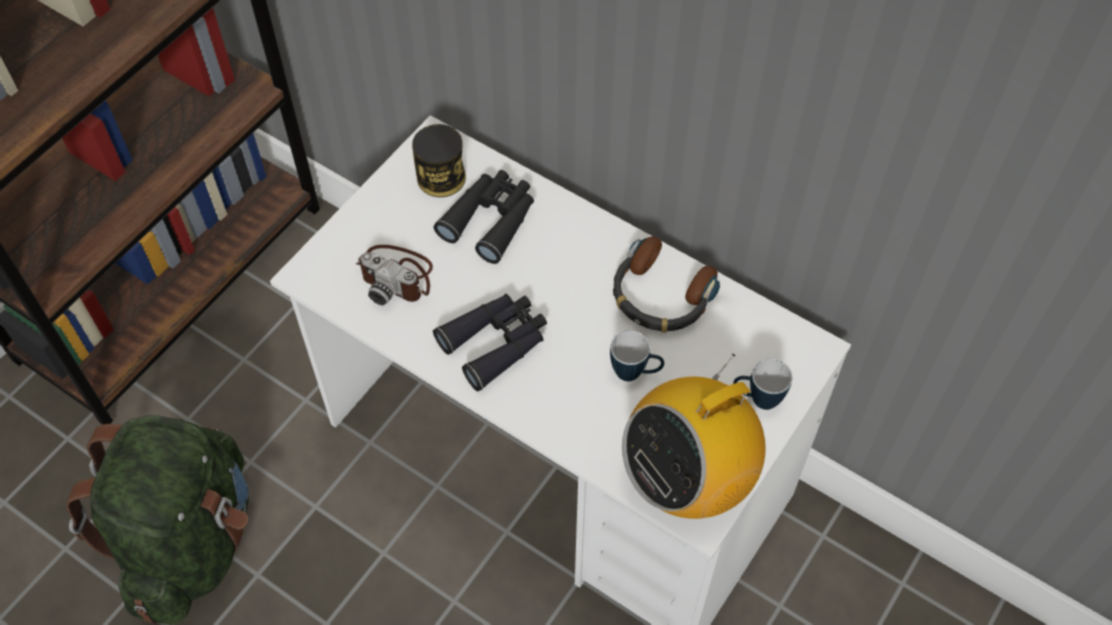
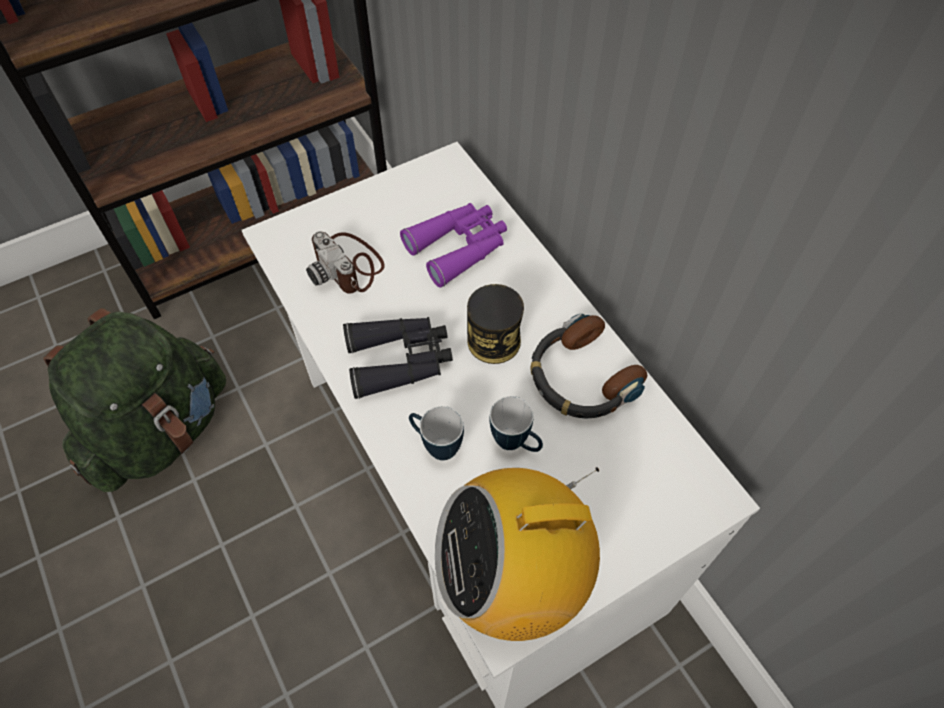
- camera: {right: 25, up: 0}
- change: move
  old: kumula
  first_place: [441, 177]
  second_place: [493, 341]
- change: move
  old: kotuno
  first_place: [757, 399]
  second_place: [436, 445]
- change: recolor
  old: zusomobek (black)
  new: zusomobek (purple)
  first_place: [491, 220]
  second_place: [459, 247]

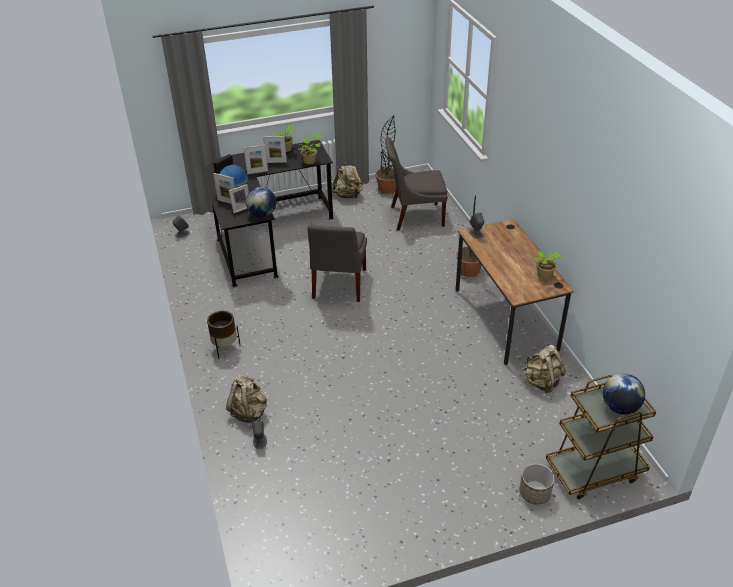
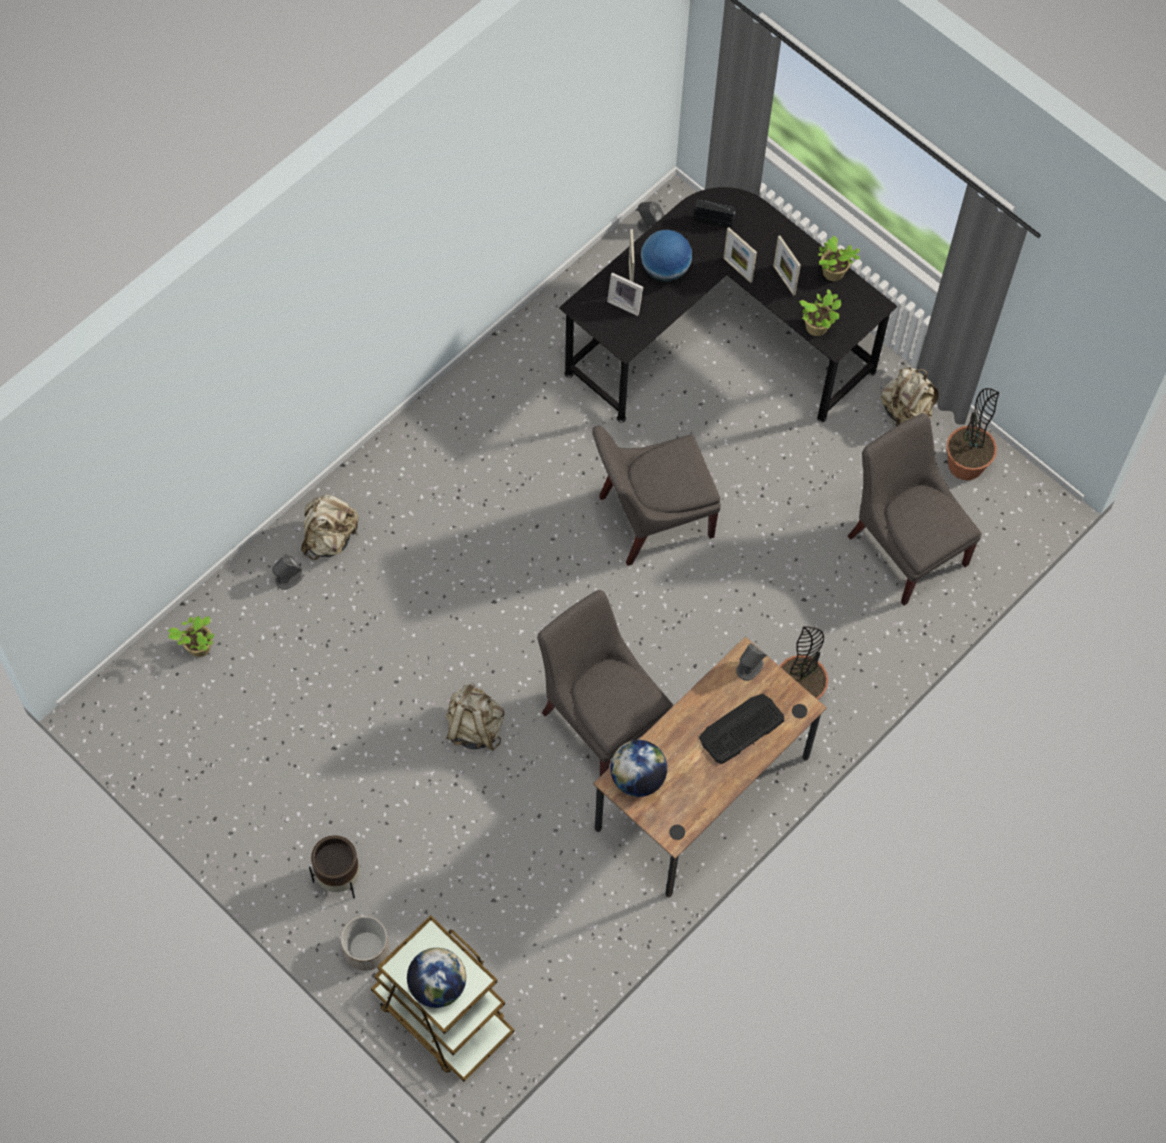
- camera: {right: 60, up: 25}
- change: insert
  new: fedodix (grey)
  second_place: [602, 717]
- change: insert
  new: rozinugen
  second_place: [741, 729]
- change: move
  old: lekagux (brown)
  first_place: [225, 348]
  second_place: [338, 878]
- change: move
  old: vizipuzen
  first_place: [262, 214]
  second_place: [637, 778]
- change: move
  old: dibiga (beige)
  first_place: [541, 382]
  second_place: [474, 727]
- change: move
  old: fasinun
  first_place: [545, 276]
  second_place: [198, 648]

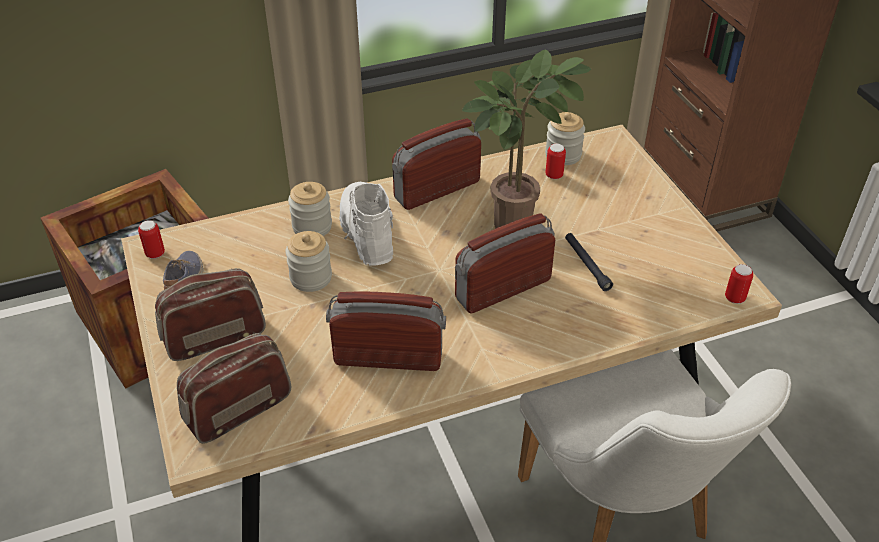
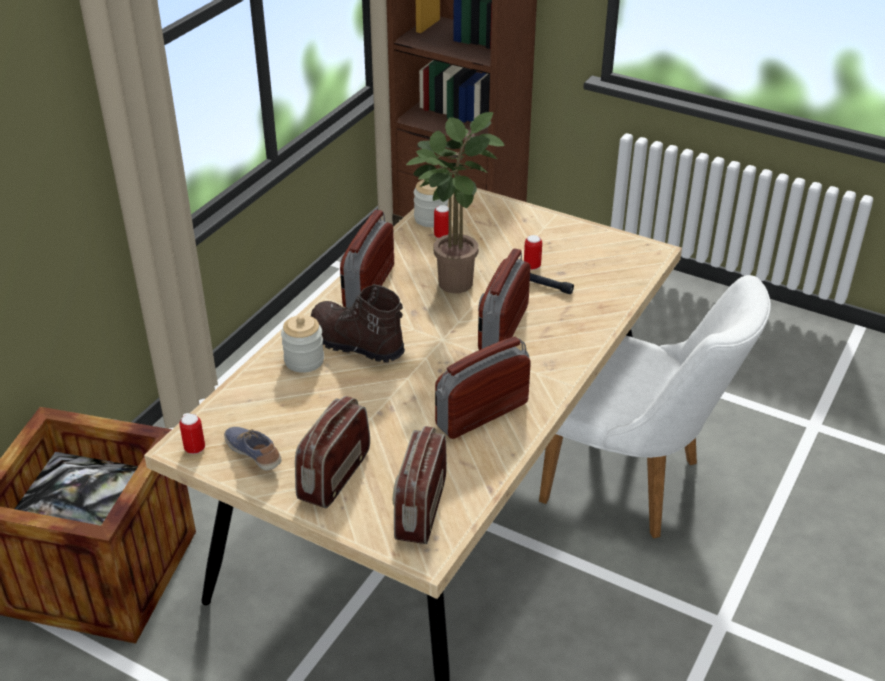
- camera: {right: -40, up: -5}
- change: delete
  old: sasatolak
  first_place: [311, 278]
- change: move
  old: kumula
  first_place: [734, 298]
  second_place: [532, 266]
- change: recolor
  old: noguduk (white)
  new: noguduk (brown)
  first_place: [366, 234]
  second_place: [355, 344]

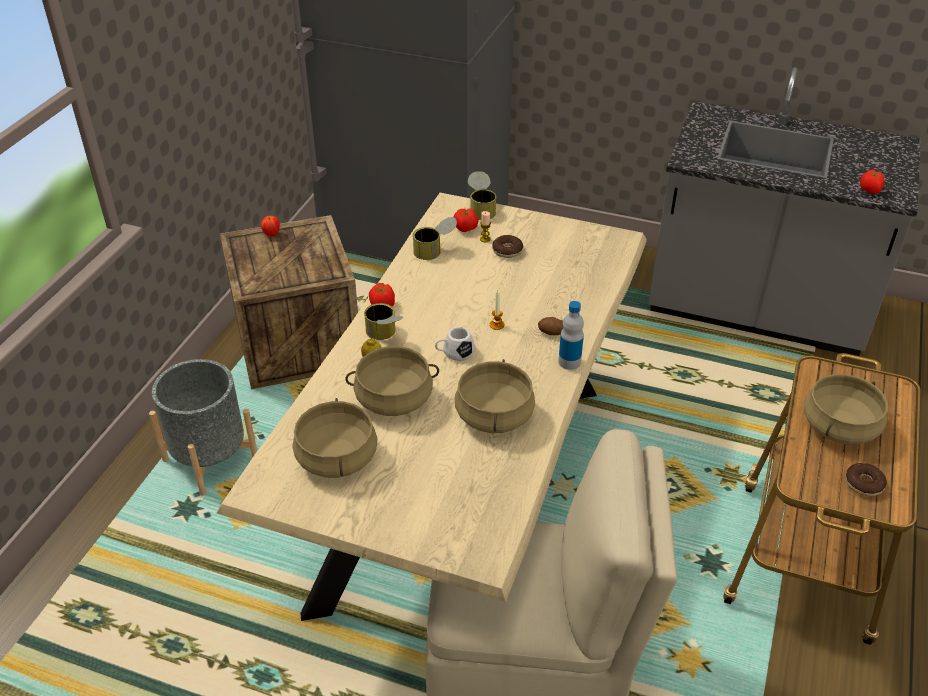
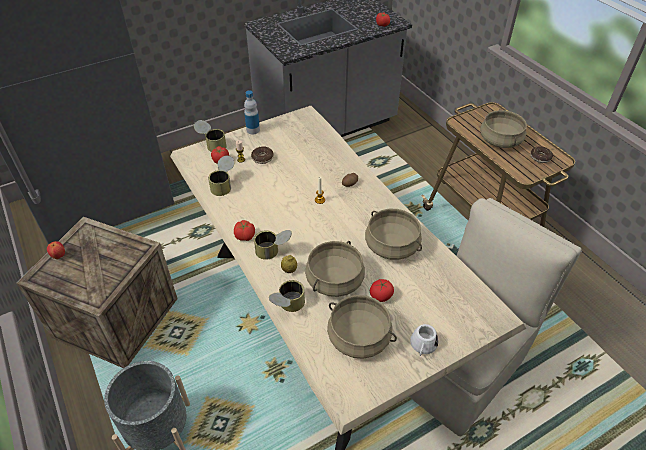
- camera: {right: -50, up: 5}
- change: insert
  new: kumula
  second_place: [287, 307]
- change: insert
  new: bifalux
  second_place: [381, 296]
- change: move
  old: kotuno (white)
  first_place: [454, 352]
  second_place: [422, 346]
- change: move
  old: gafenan
  first_place: [569, 362]
  second_place: [253, 130]

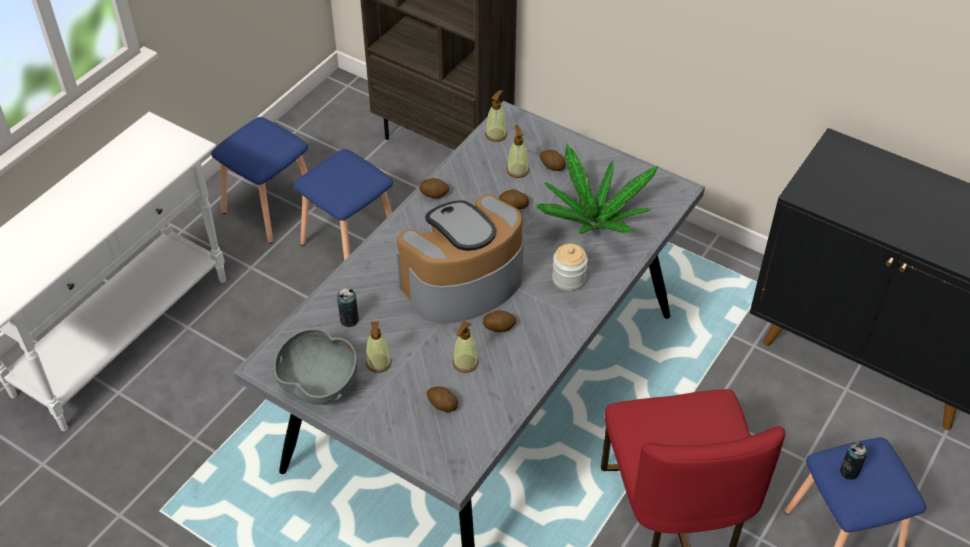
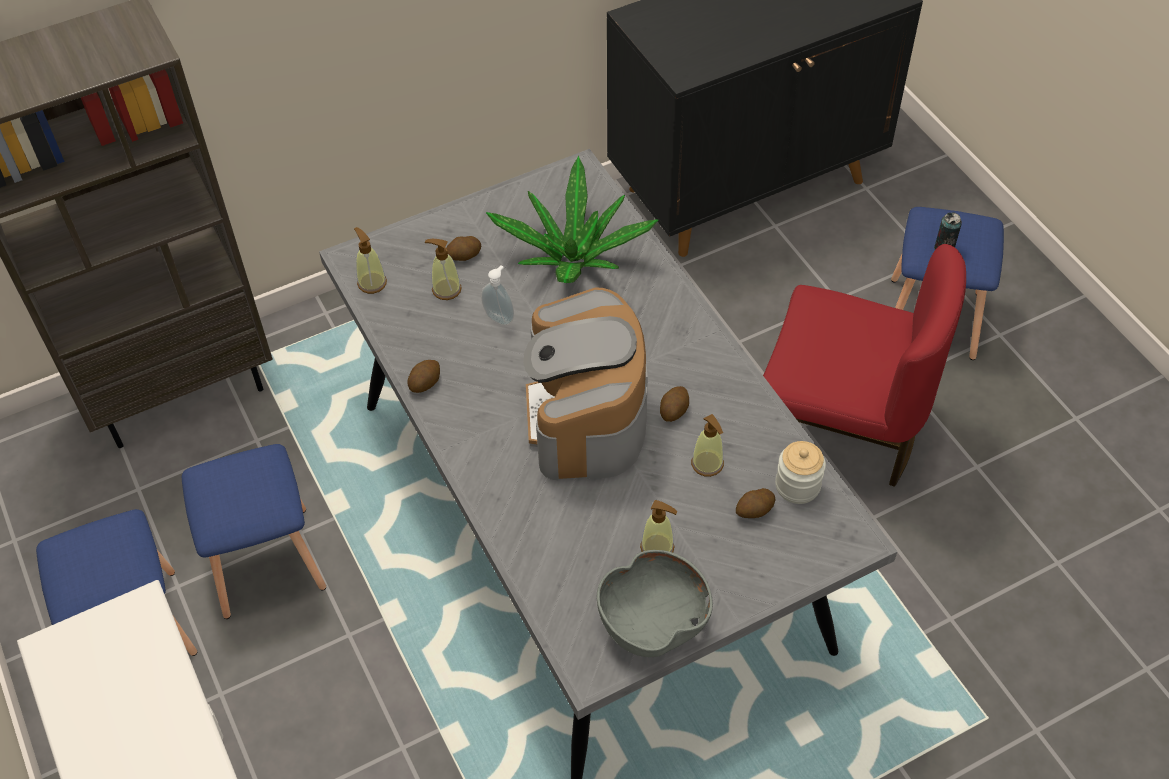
- camera: {right: -60, up: 5}
- change: delete
  old: kumula
  first_place: [349, 320]
- change: move
  old: sasatolak
  first_place: [568, 279]
  second_place: [797, 485]
- change: replace
  old: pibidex
  new: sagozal
  first_place: [513, 206]
  second_place: [500, 317]

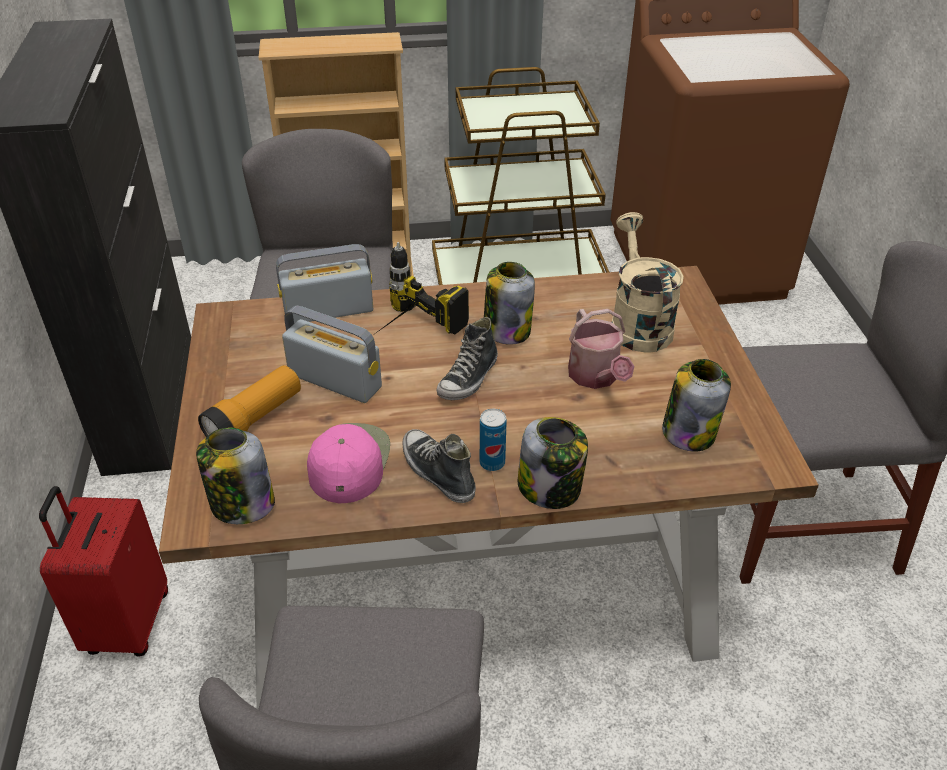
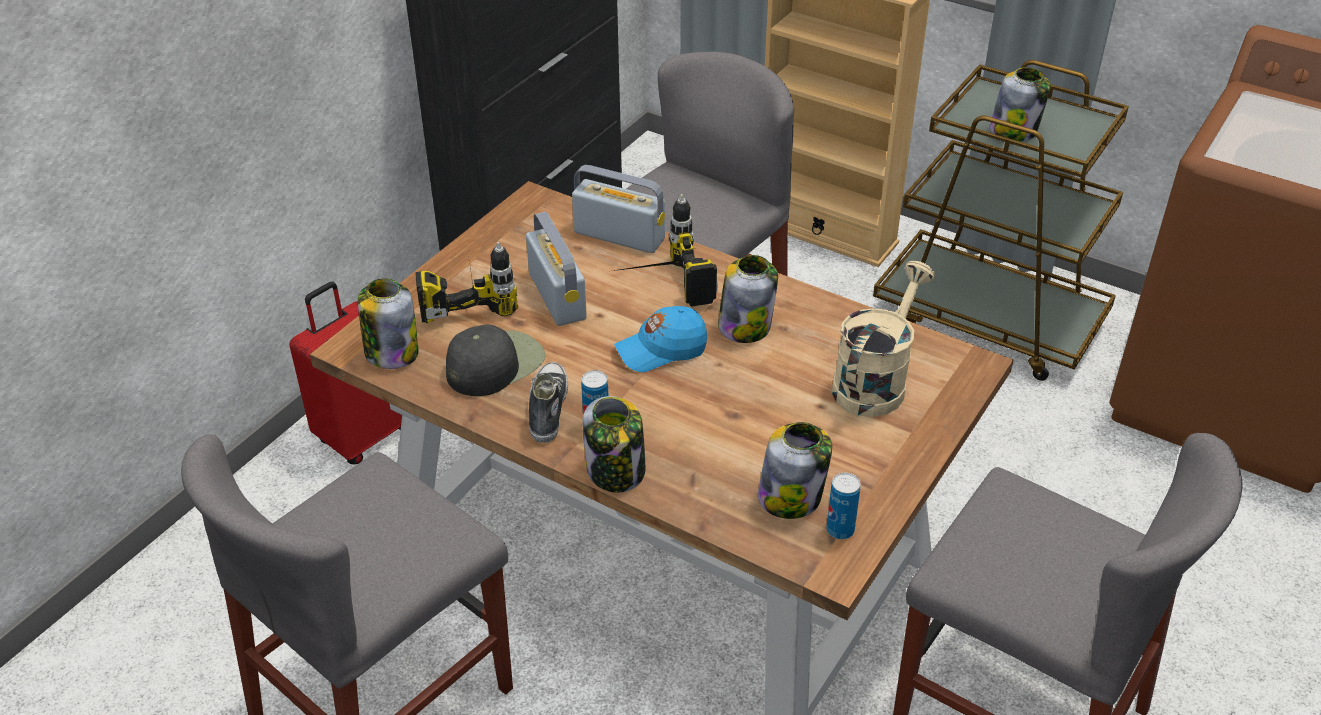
- camera: {right: 40, up: 0}
- change: delete
  old: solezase
  first_place: [596, 377]
- change: insert
  new: kumula
  second_place: [840, 530]
- change: insert
  new: sasatolak
  second_place: [1014, 131]
- change: replace
  old: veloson
  new: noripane
  first_place: [255, 419]
  second_place: [468, 295]
- change: replace
  old: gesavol
  new: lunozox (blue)
  first_place: [468, 379]
  second_place: [661, 350]
- change: recolor
  old: lunozox (pink)
  new: lunozox (black)
  first_place: [348, 462]
  second_place: [495, 364]

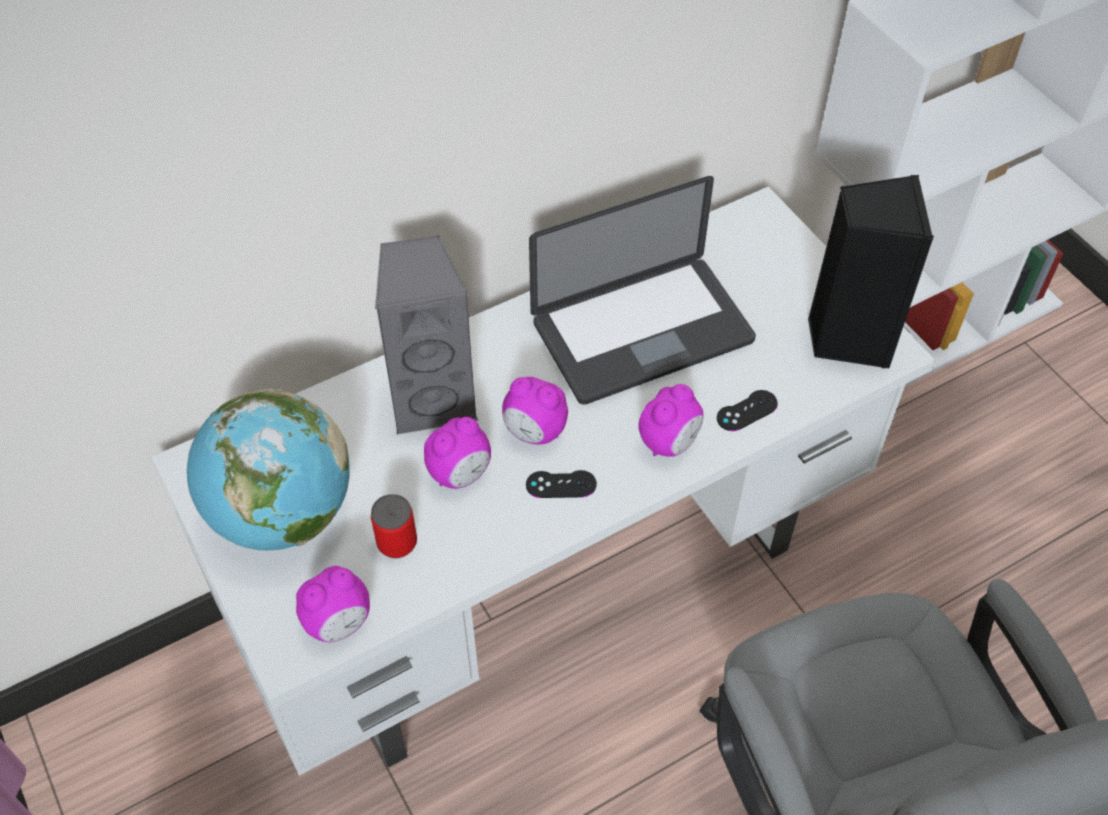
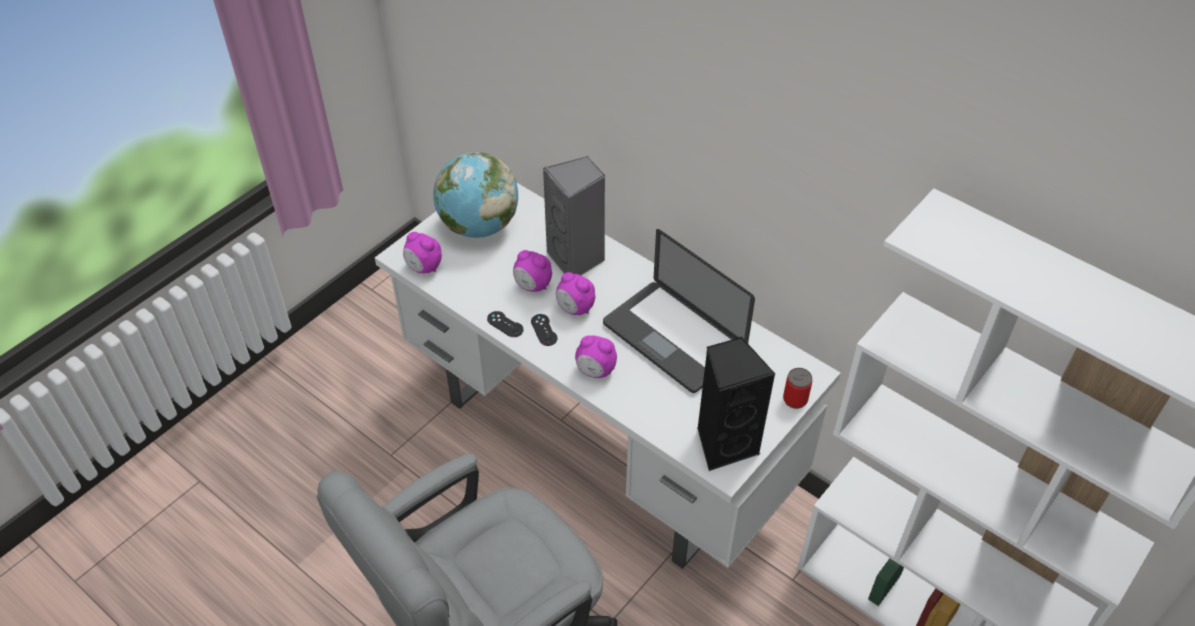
- camera: {right: 70, up: -5}
- change: move
  old: kumula
  first_place: [397, 542]
  second_place: [795, 399]
- change: move
  old: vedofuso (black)
  first_place: [747, 411]
  second_place: [505, 324]
- change: rotate
  old: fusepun
  first_place: [534, 432]
  second_place: [575, 309]
  degrees: -60

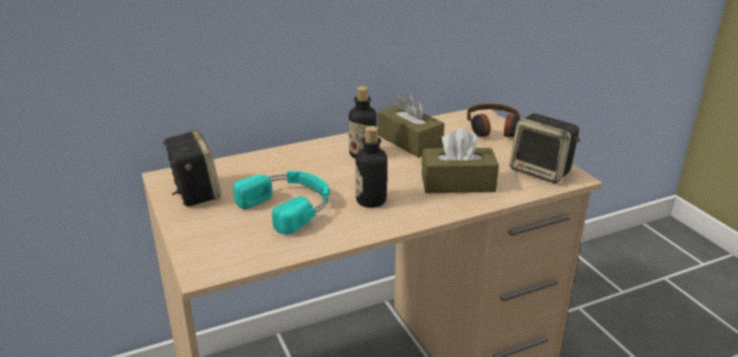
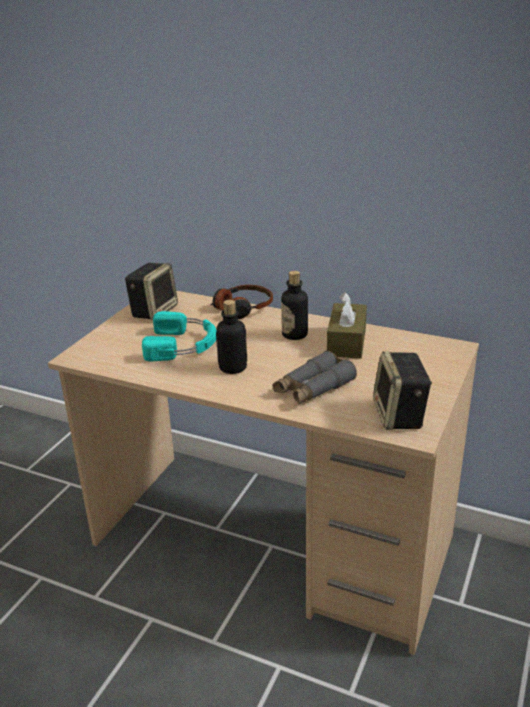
- camera: {right: 50, up: 0}
- change: move
  old: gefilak
  first_place: [493, 129]
  second_place: [242, 308]
- change: replace
  old: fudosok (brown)
  new: zusomobek (grey)
  first_place: [458, 183]
  second_place: [313, 388]

